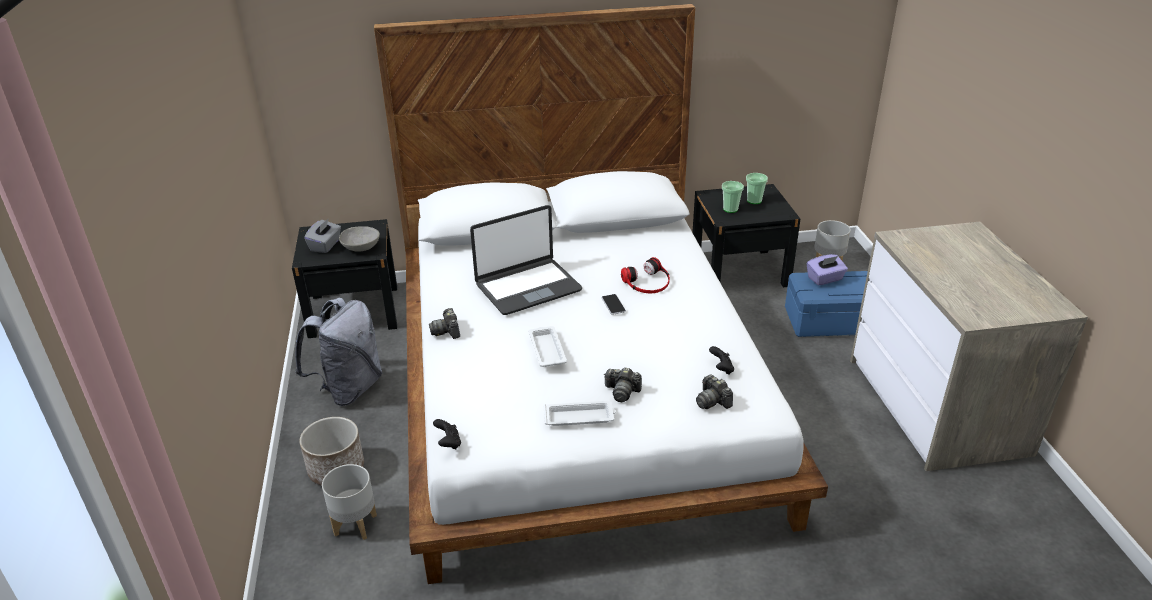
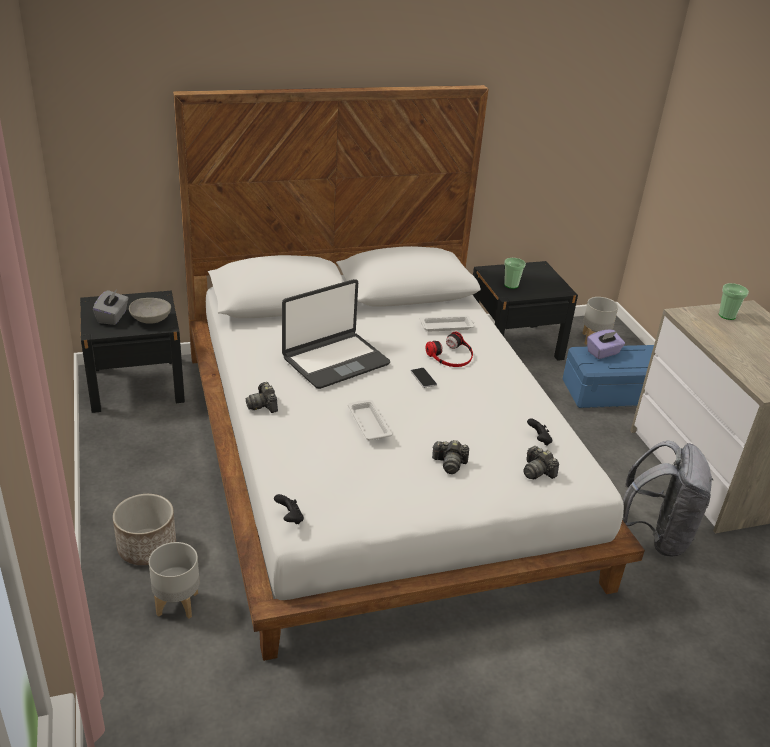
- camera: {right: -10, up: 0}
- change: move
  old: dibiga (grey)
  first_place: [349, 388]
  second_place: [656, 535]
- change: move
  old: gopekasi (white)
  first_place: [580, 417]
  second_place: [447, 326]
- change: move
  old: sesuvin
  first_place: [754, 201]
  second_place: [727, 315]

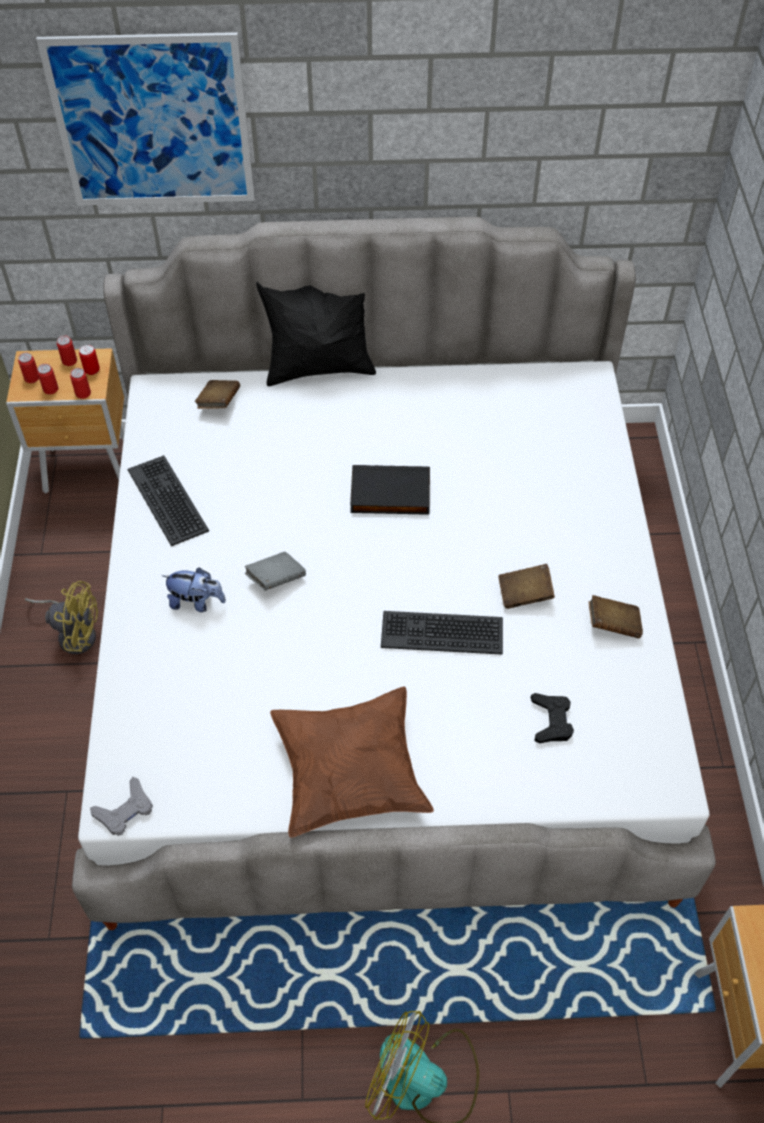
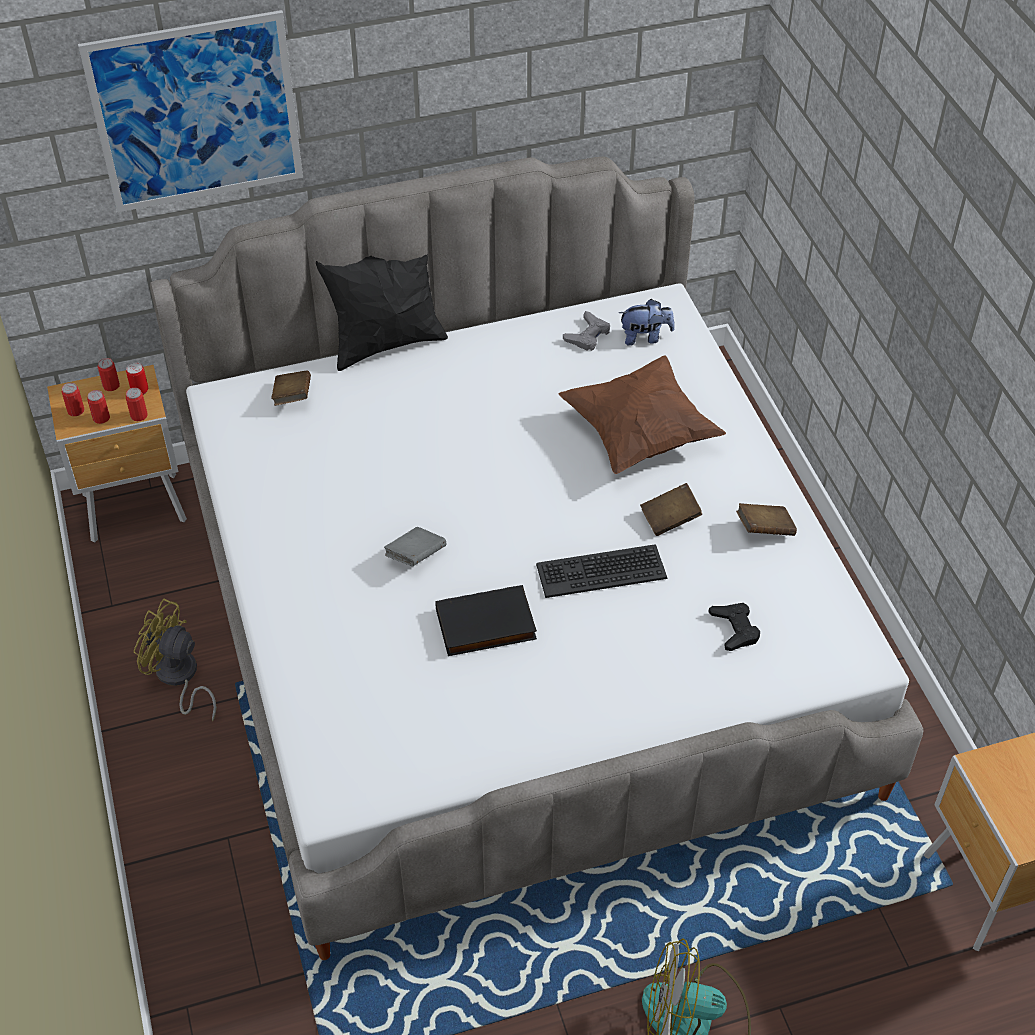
- camera: {right: -15, up: -5}
- change: delete
  old: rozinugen
  first_place: [168, 500]
- change: move
  old: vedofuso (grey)
  first_place: [125, 811]
  second_place: [588, 335]
- change: move
  old: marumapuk
  first_place: [196, 602]
  second_place: [645, 337]
- change: move
  old: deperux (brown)
  first_place: [350, 774]
  second_place: [639, 433]
- change: move
  old: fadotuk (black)
  first_place: [389, 495]
  second_place: [485, 626]
- change: rotate
  old: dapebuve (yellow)
  first_place: [74, 633]
  second_place: [178, 678]
  degrees: -150

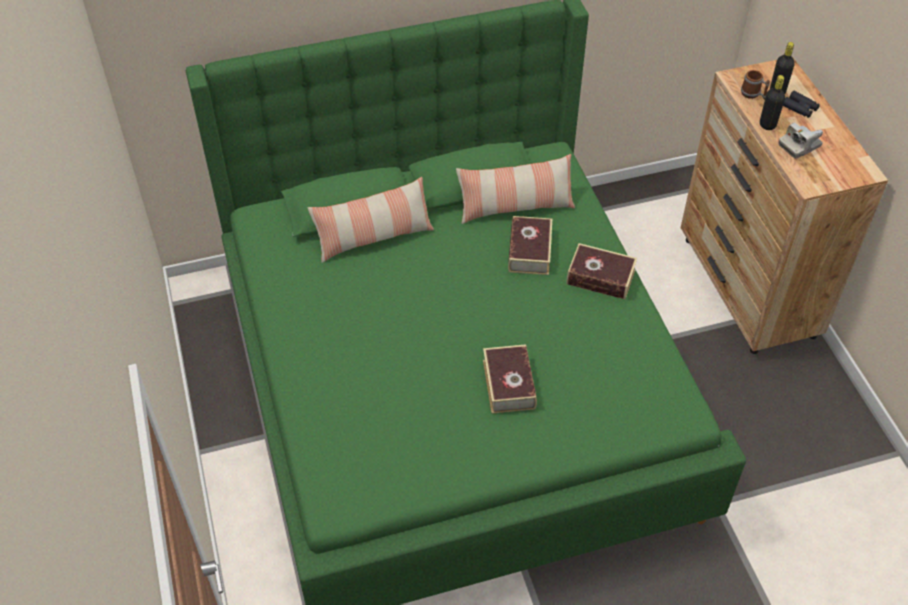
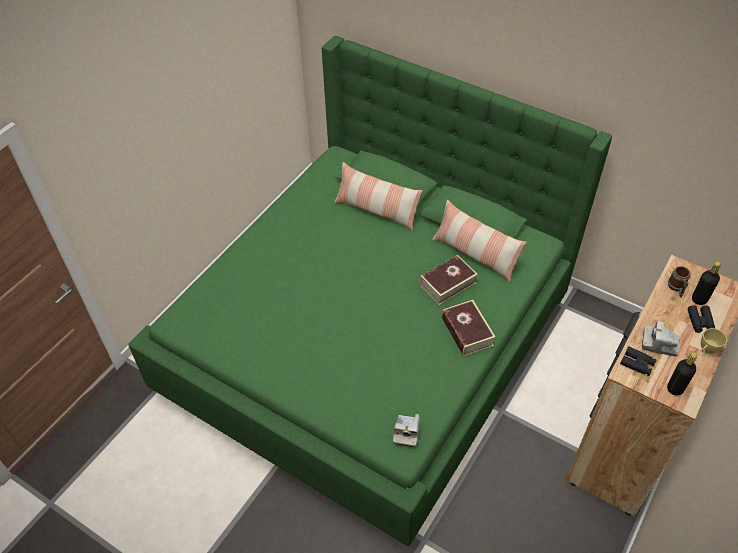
- camera: {right: 50, up: 0}
- change: delete
  old: fadotuk
  first_place: [509, 384]
- change: insert
  new: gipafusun
  second_place: [406, 432]
- change: insert
  new: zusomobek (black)
  second_place: [637, 364]
- change: insert
  new: sesuvin (yellow)
  second_place: [707, 350]
- change: move
  old: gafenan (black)
  first_place: [767, 125]
  second_place: [675, 388]

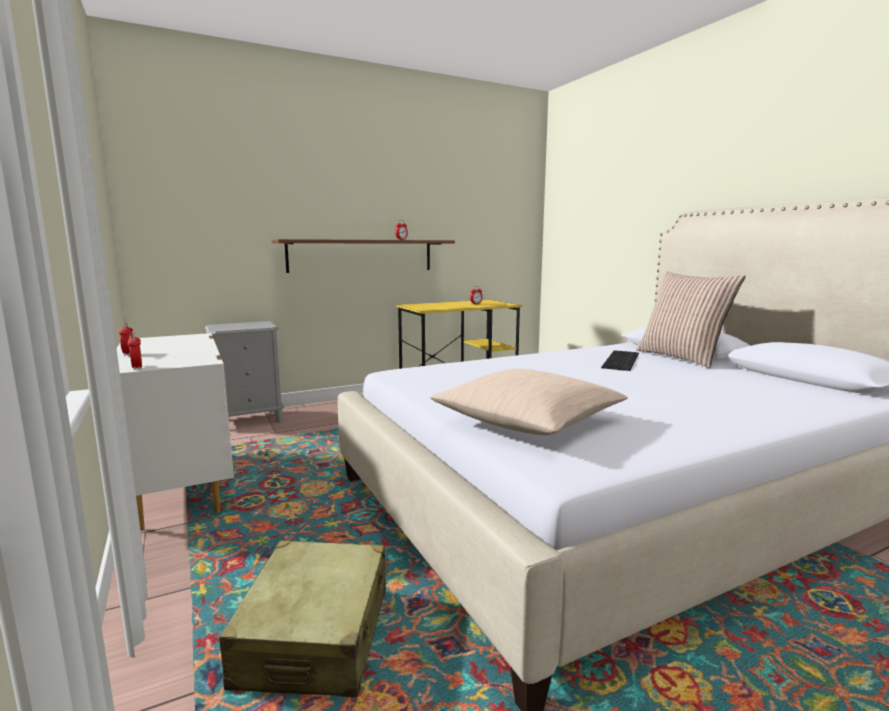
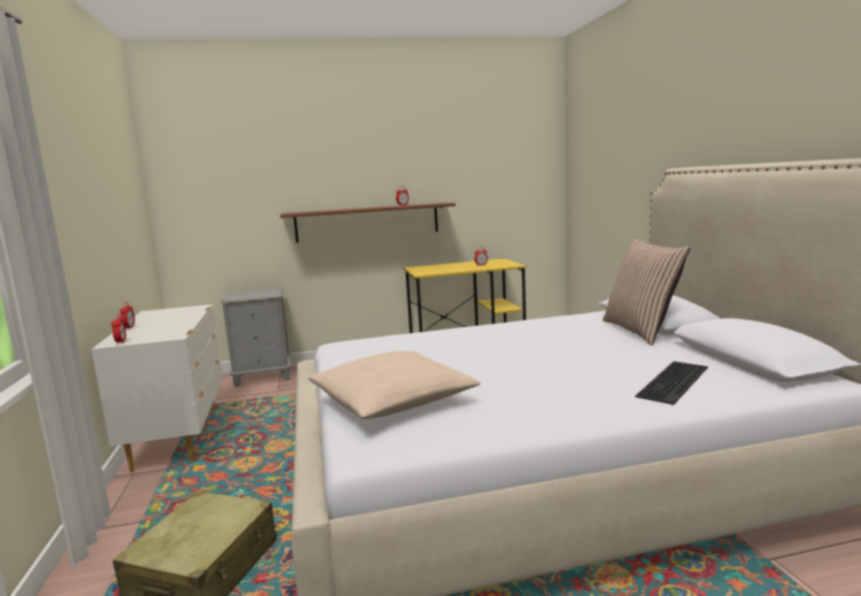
- camera: {right: 15, up: 0}
- change: move
  old: rozinugen
  first_place: [622, 360]
  second_place: [675, 382]

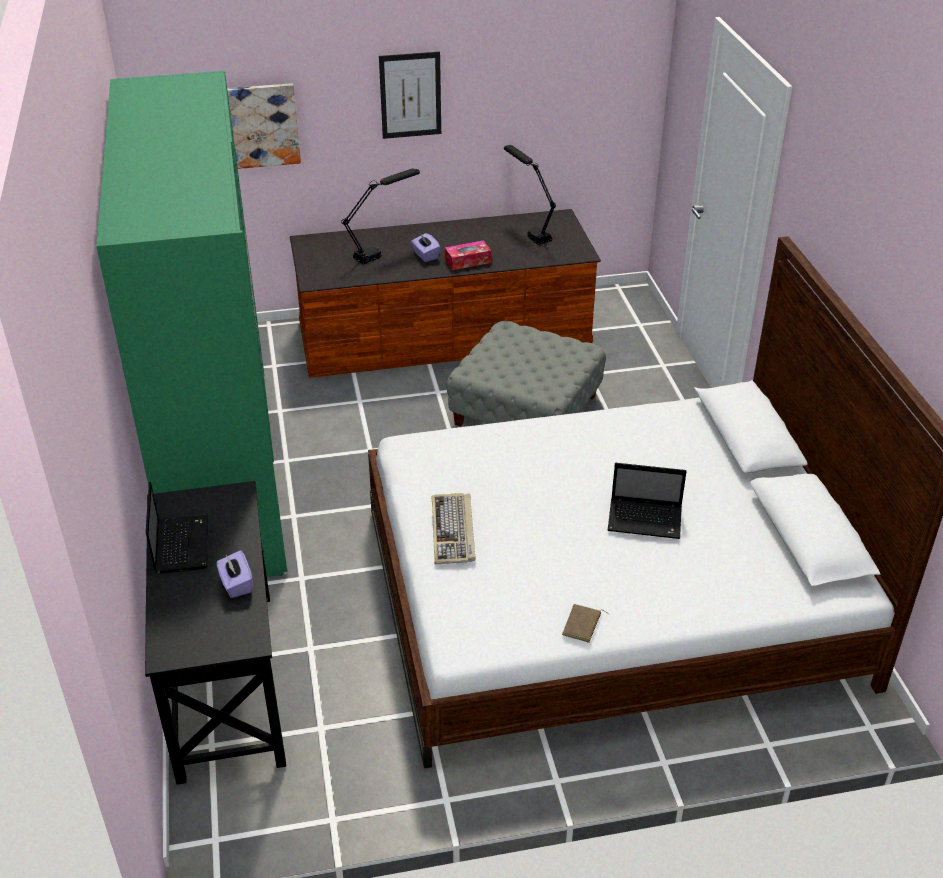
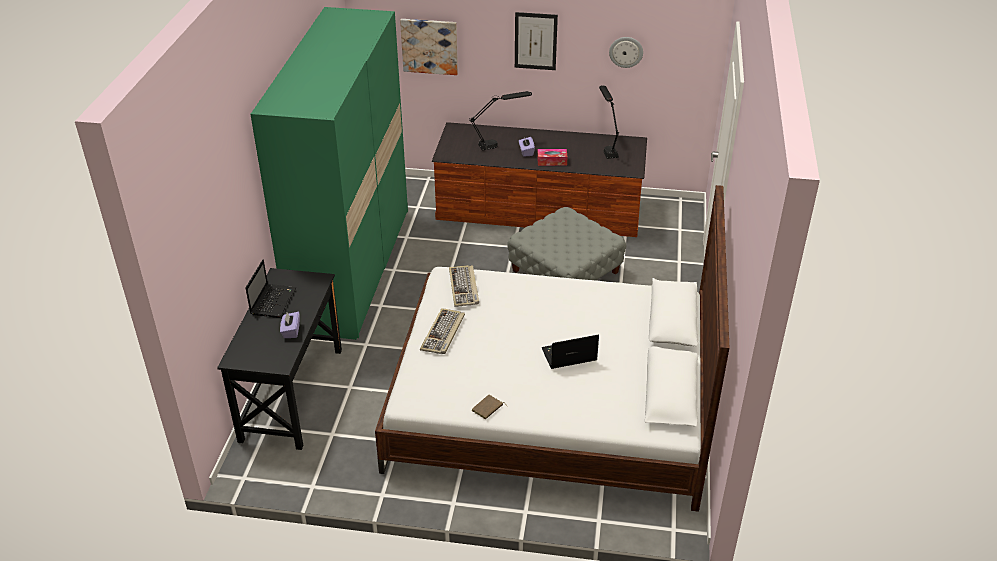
- camera: {right: 20, up: 0}
- change: insert
  new: rozinugen
  second_place: [464, 288]
- change: insert
  new: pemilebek
  second_place: [626, 51]
- change: rotate
  old: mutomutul
  first_place: [646, 520]
  second_place: [568, 356]
  degrees: 135

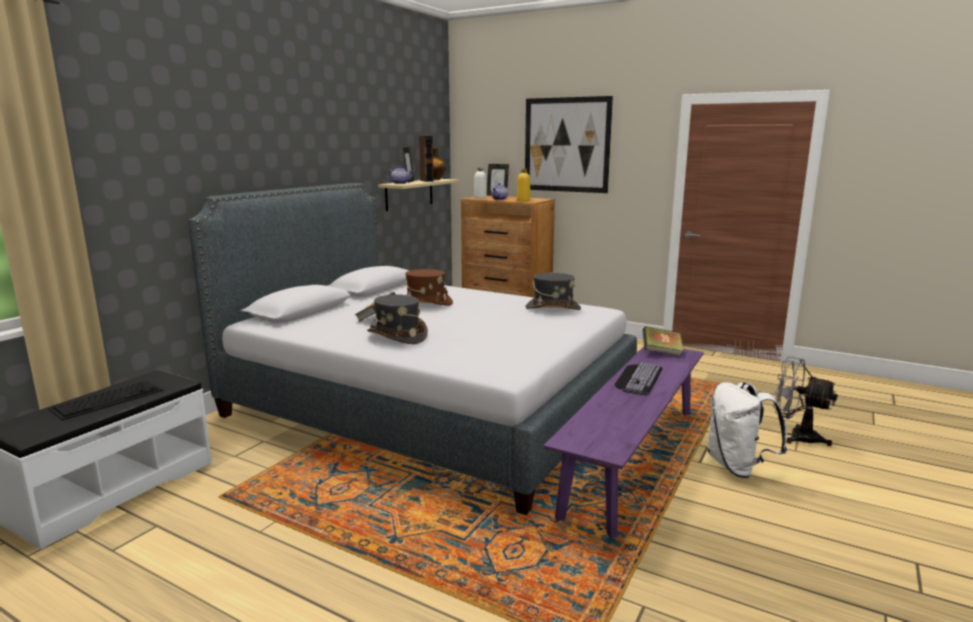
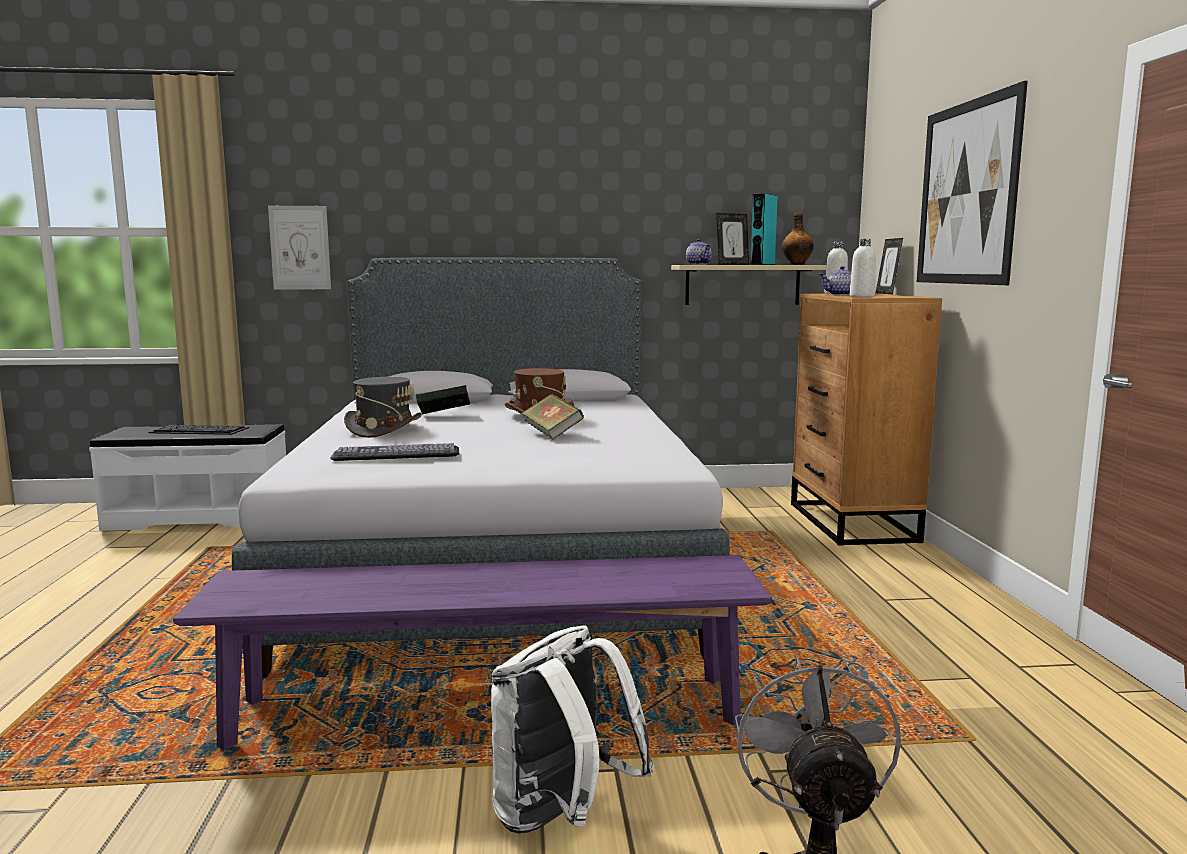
- camera: {right: 55, up: -5}
- change: delete
  old: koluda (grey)
  first_place: [553, 308]
- change: insert
  new: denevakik
  second_place: [300, 247]
- change: move
  old: rozinugen
  first_place: [637, 378]
  second_place: [398, 452]
- change: move
  old: fadotuk
  first_place: [661, 352]
  second_place: [552, 434]
- change: recolor
  old: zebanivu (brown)
  new: zebanivu (turquoise)
  first_place: [426, 181]
  second_place: [762, 264]
- change: recolor
  old: gafenan (yellow)
  new: gafenan (white)
  first_place: [523, 200]
  second_place: [862, 296]

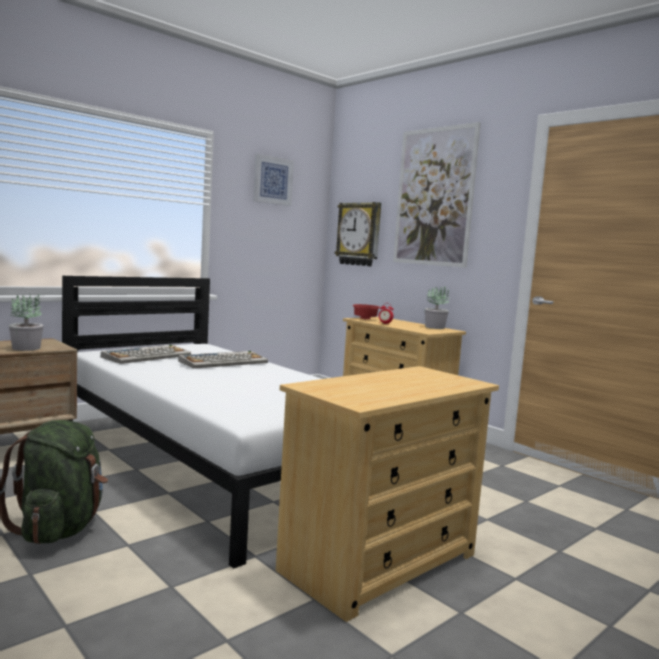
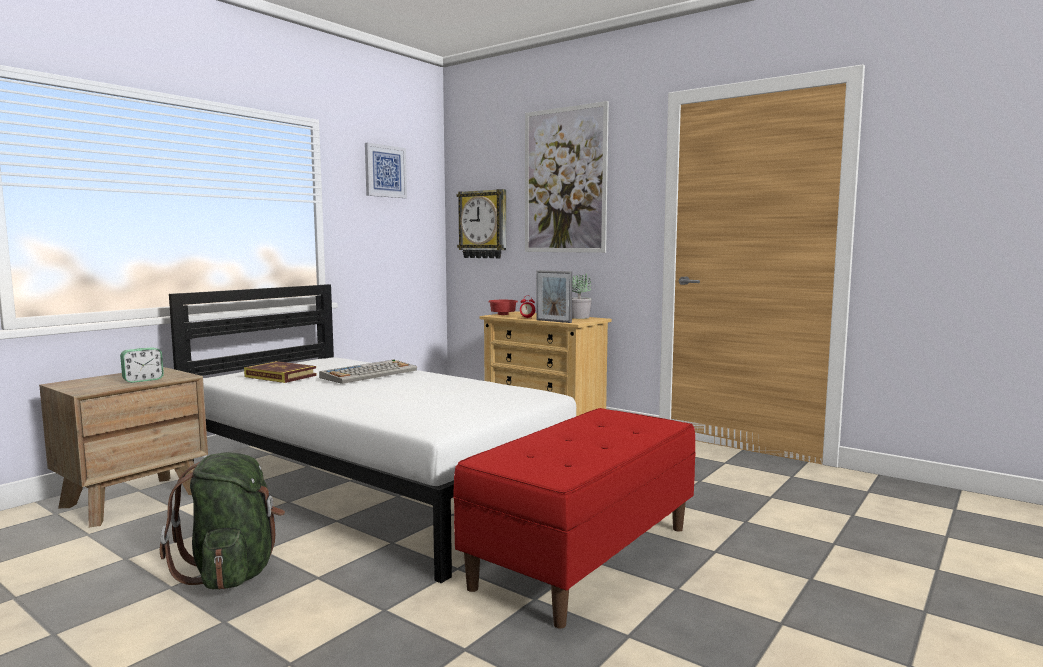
- camera: {right: -10, up: 0}
- change: insert
  new: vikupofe
  second_place: [553, 321]
- change: replace
  old: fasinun
  new: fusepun
  first_place: [26, 348]
  second_place: [143, 380]
- change: replace
  old: rozinugen
  new: fadotuk
  first_place: [147, 356]
  second_place: [280, 376]
- change: replace
  old: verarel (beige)
  new: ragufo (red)
  first_place: [380, 562]
  second_place: [584, 556]

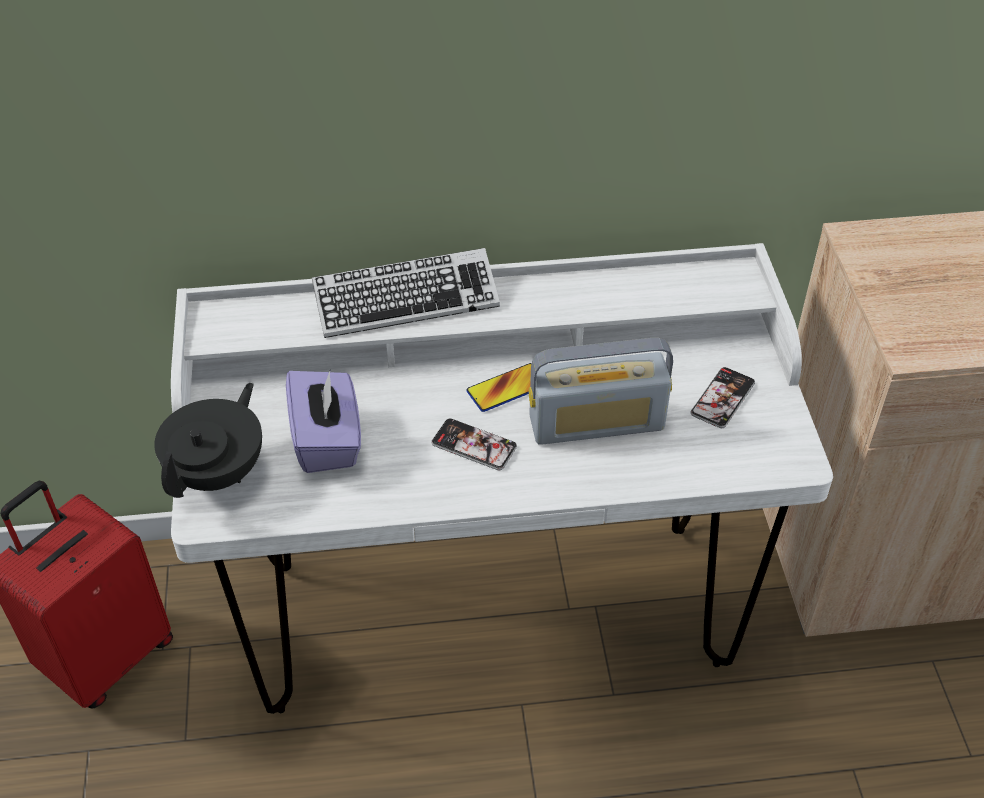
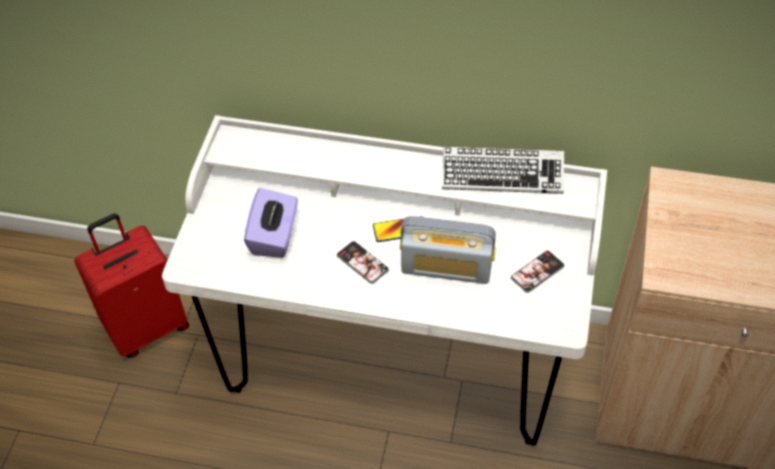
- camera: {right: 20, up: 5}
- change: delete
  old: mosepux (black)
  first_place: [219, 472]
- change: move
  old: rozinugen
  first_place: [406, 301]
  second_place: [502, 175]

